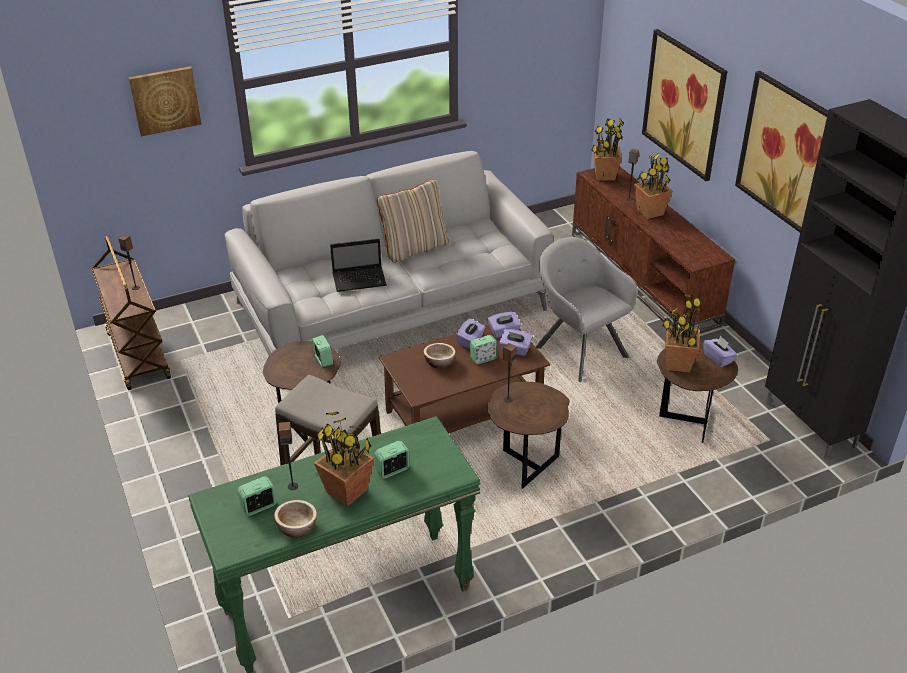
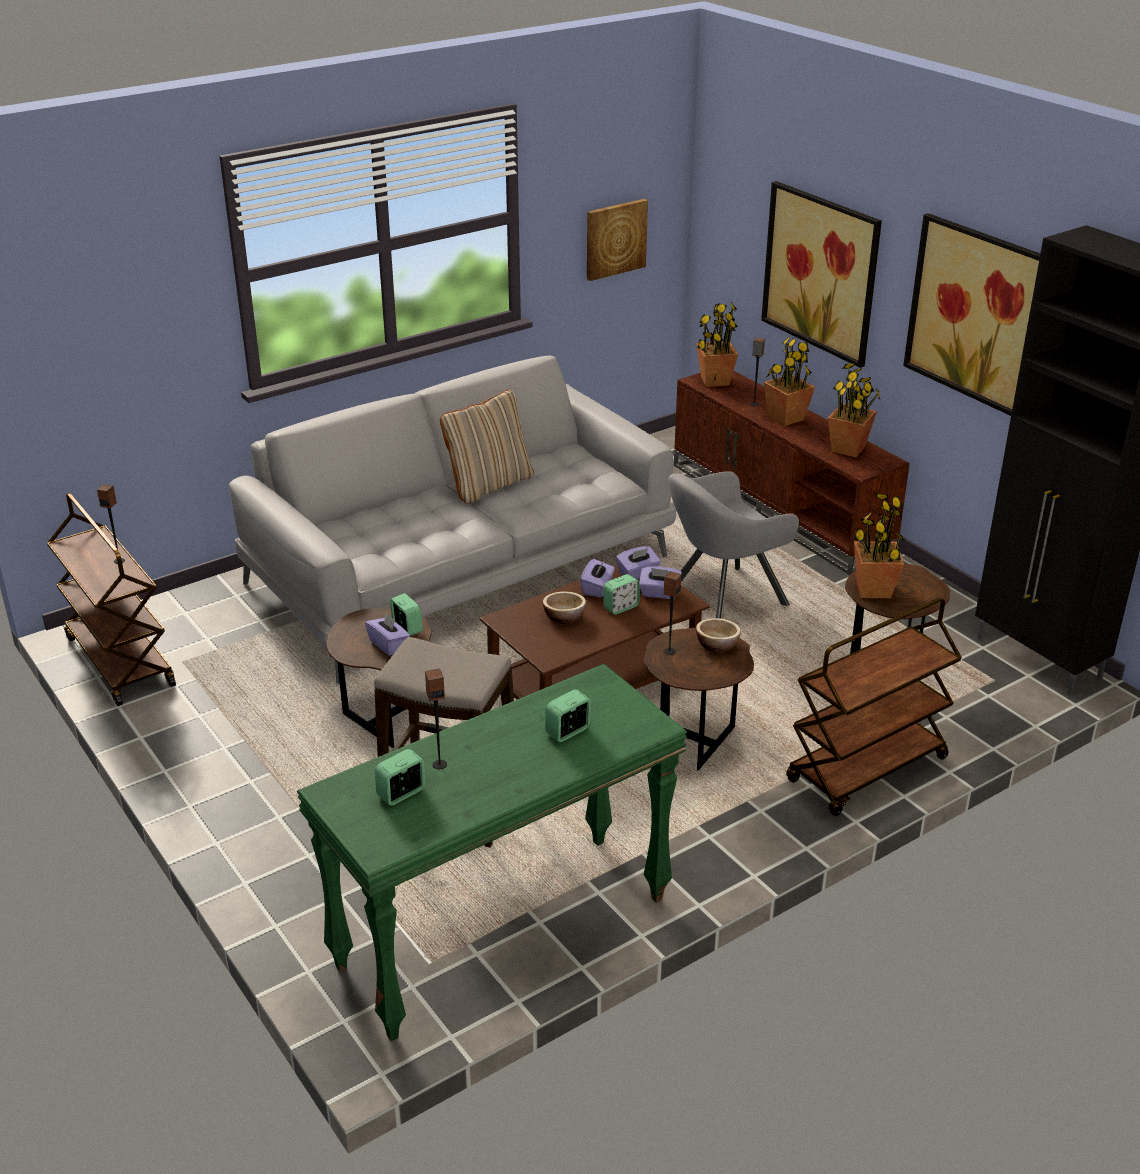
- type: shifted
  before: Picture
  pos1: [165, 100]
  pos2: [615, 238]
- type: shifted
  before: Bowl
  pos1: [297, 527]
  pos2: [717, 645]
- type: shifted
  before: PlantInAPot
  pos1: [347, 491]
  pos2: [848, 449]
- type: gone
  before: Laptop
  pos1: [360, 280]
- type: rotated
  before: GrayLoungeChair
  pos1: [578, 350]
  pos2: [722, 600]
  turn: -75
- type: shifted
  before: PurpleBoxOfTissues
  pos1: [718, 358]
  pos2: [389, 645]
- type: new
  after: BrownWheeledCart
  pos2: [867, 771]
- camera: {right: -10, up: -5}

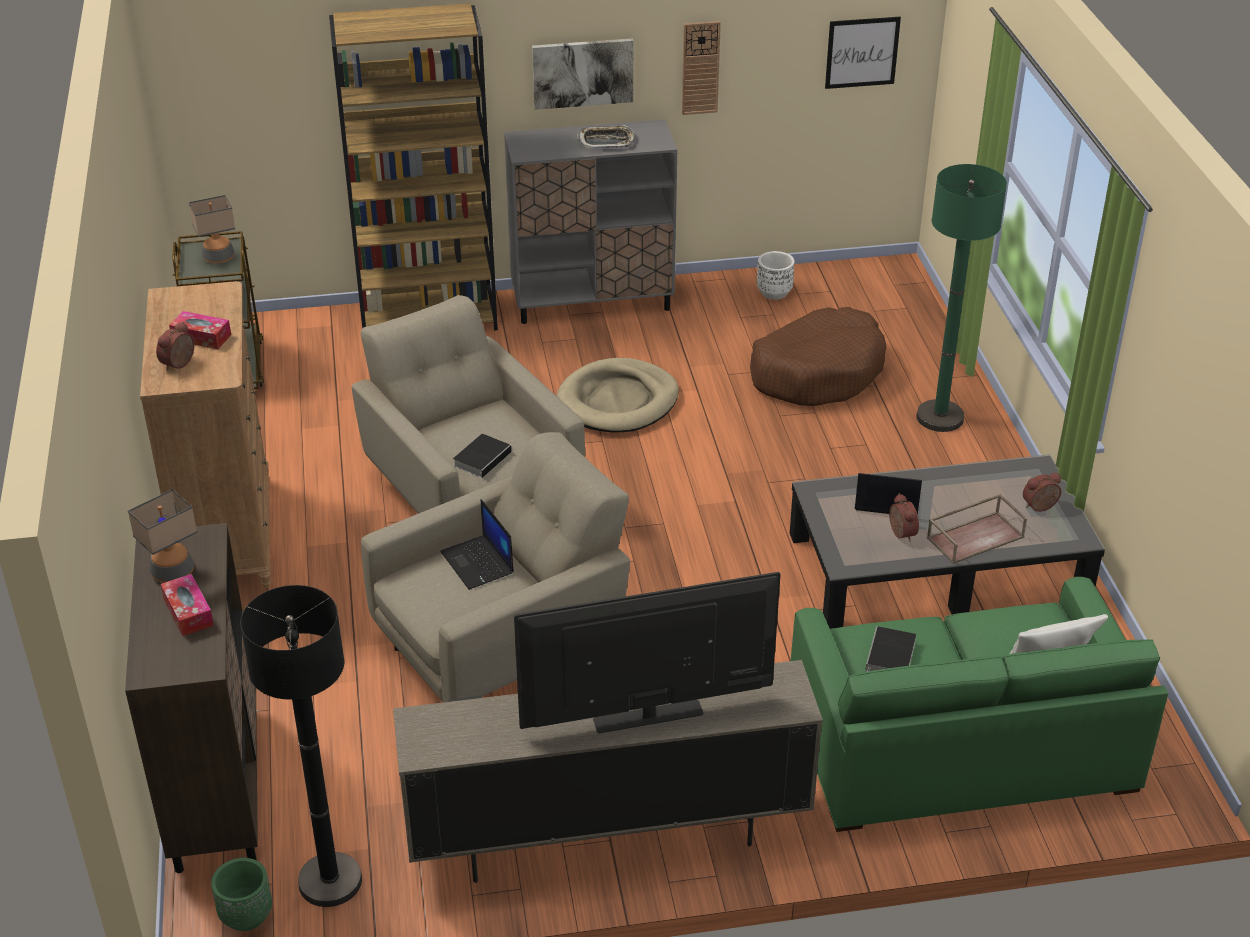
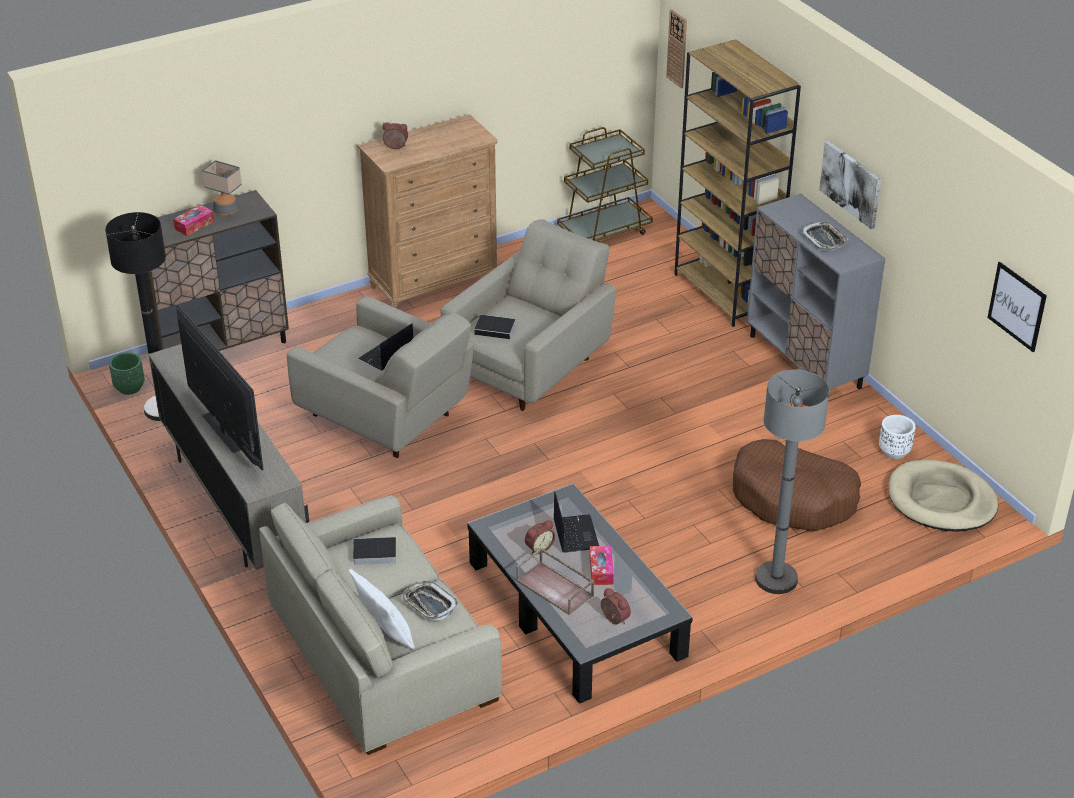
- type: shifted
  before: BoxOfTissues
  pos1: [201, 337]
  pos2: [601, 570]
- type: gone
  before: TableLamp
  pos1: [218, 257]
- type: shifted
  before: SandColouredPetBed
  pos1: [618, 401]
  pos2: [941, 500]
- type: shifted
  before: HangingClock
  pos1: [700, 68]
  pos2: [677, 48]
- type: repainted
  before: GreenishSettee
  after: SandColouredSettee
  pos1: [959, 744]
  pos2: [379, 650]
- type: repainted
  before: GreenishStandardLamp
  after: GrayStandardLamp
  pos1: [940, 417]
  pos2: [776, 579]
- type: new
  after: ServingTray
  pos2: [429, 604]
- camera: {right: 70, up: 0}

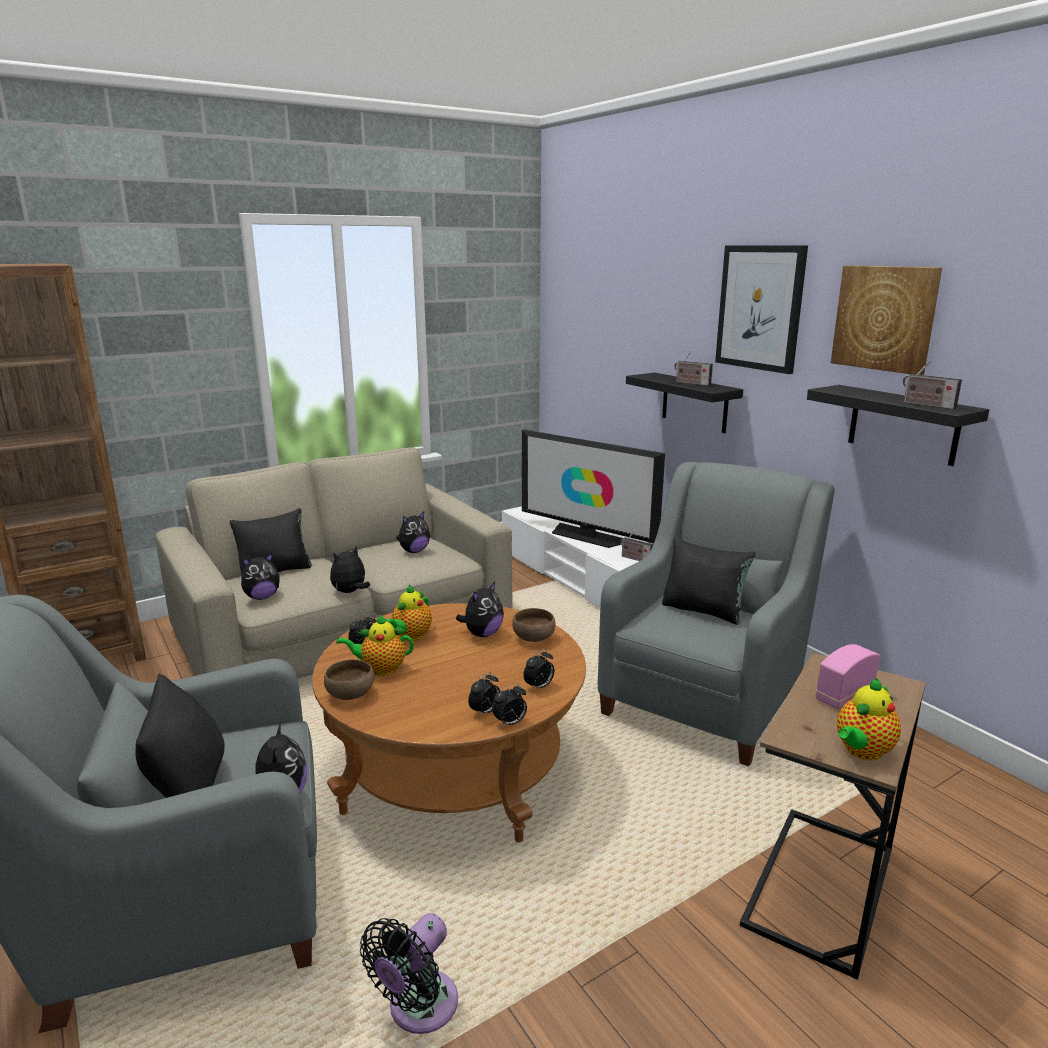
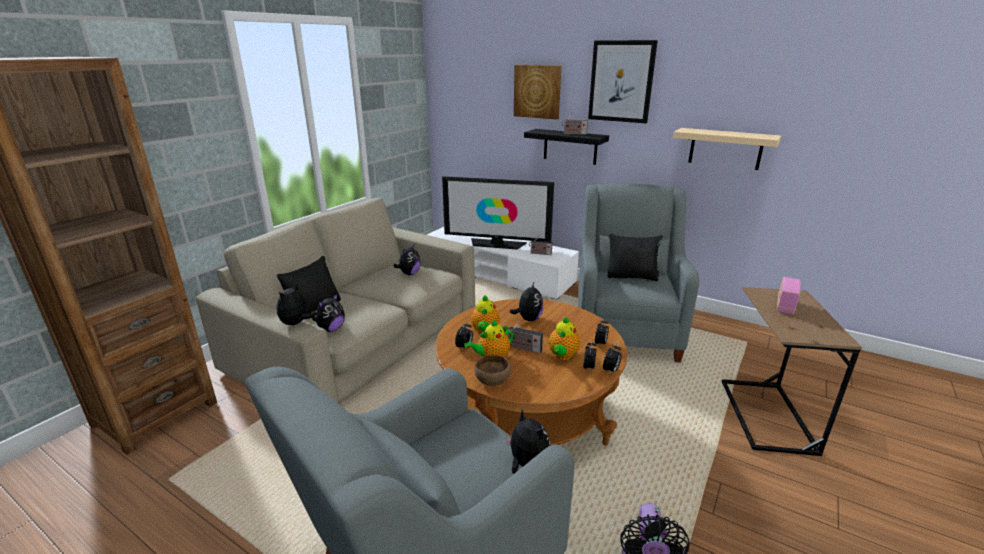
- type: gone
  before: BlackThrowPillow
  pos1: [189, 786]
- type: shifted
  before: SoftToy
  pos1: [350, 592]
  pos2: [296, 323]
- type: gone
  before: BrownBowl
  pos1: [534, 637]
- type: repainted
  before: BlackShelf
  after: SandColouredShelf
  pos1: [903, 424]
  pos2: [725, 148]
- type: shifted
  before: Picture
  pos1: [885, 318]
  pos2: [537, 91]
- type: shifted
  before: PotForTea
  pos1: [861, 751]
  pos2: [562, 355]
- type: shifted
  before: Radio
  pos1: [926, 405]
  pos2: [522, 348]
- camera: {right: -25, up: 5}

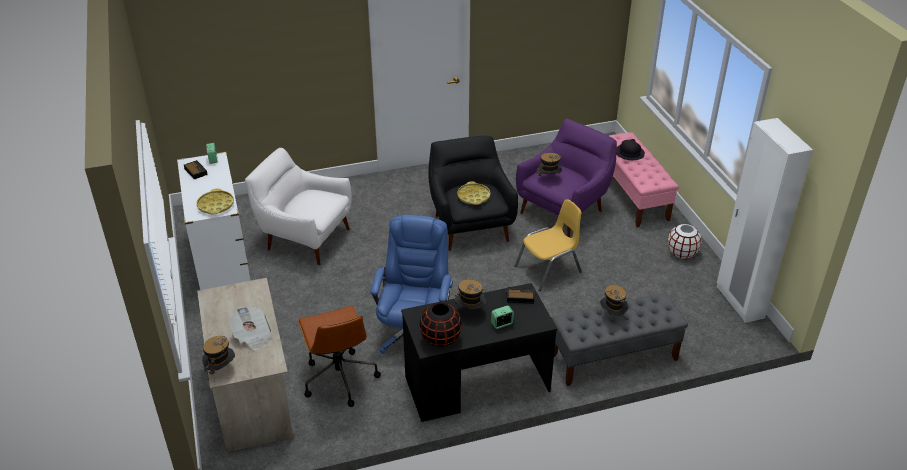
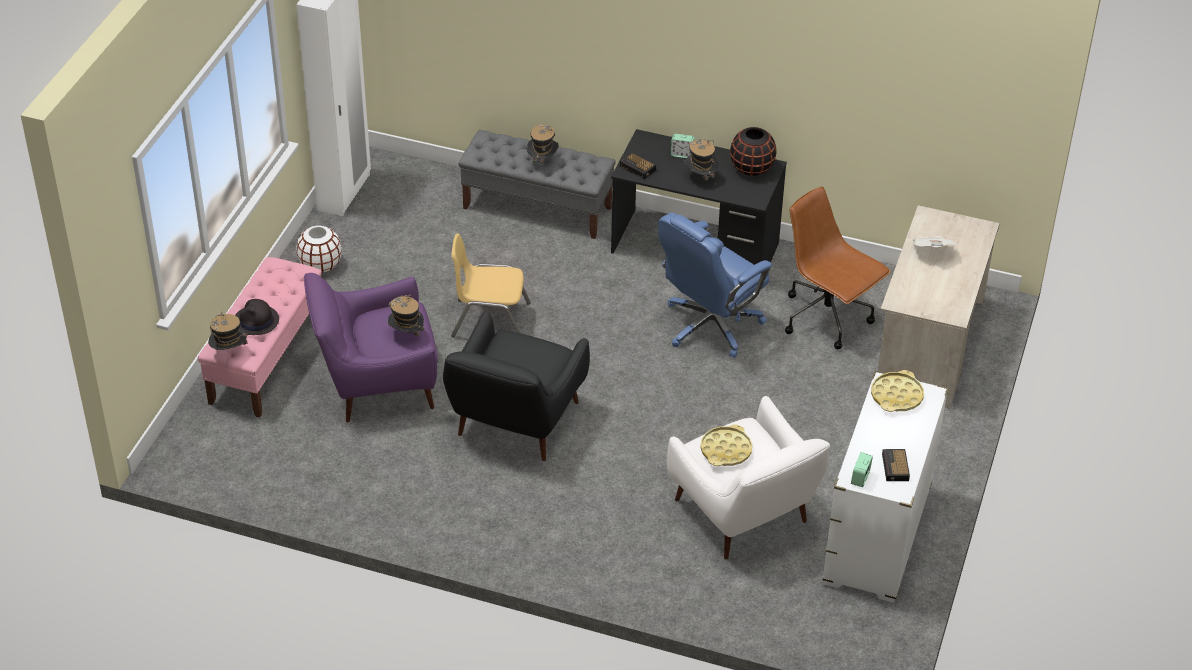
- type: shifted
  before: Hat
  pos1: [221, 370]
  pos2: [229, 353]
- type: rotated
  before: BrownOfficeChair
  pos1: [339, 378]
  pos2: [828, 318]
  turn: -60
- type: shifted
  before: YellowServingTray
  pos1: [473, 196]
  pos2: [726, 450]
- camera: {right: -145, up: 5}

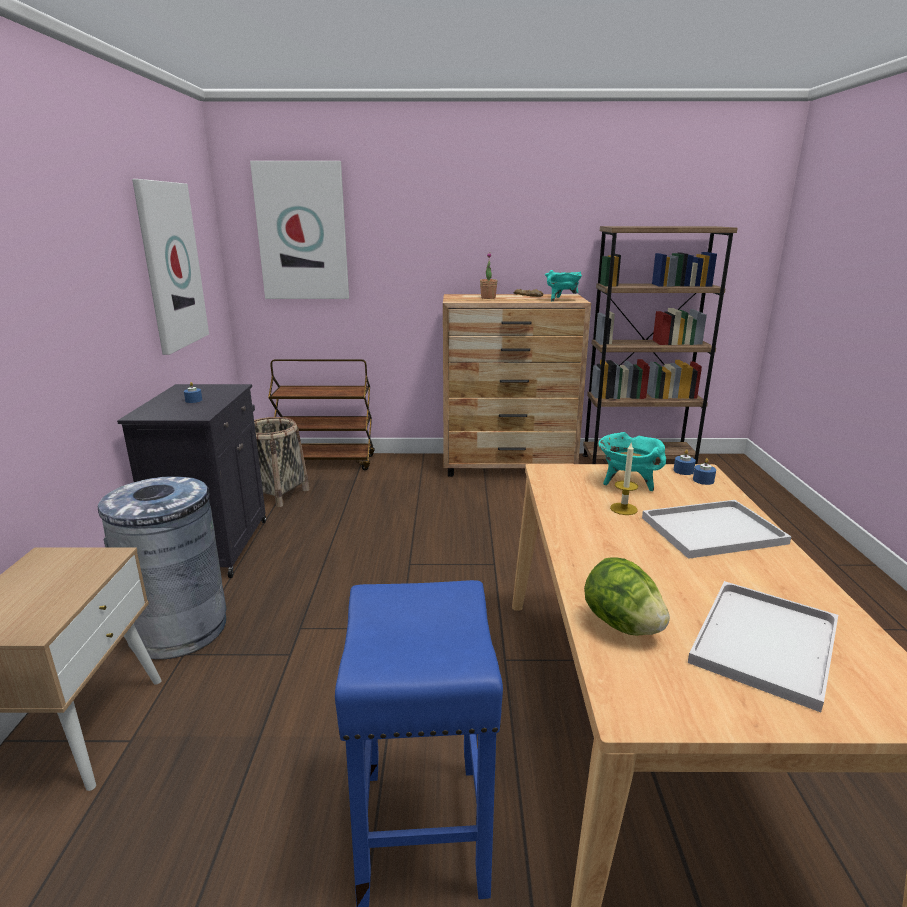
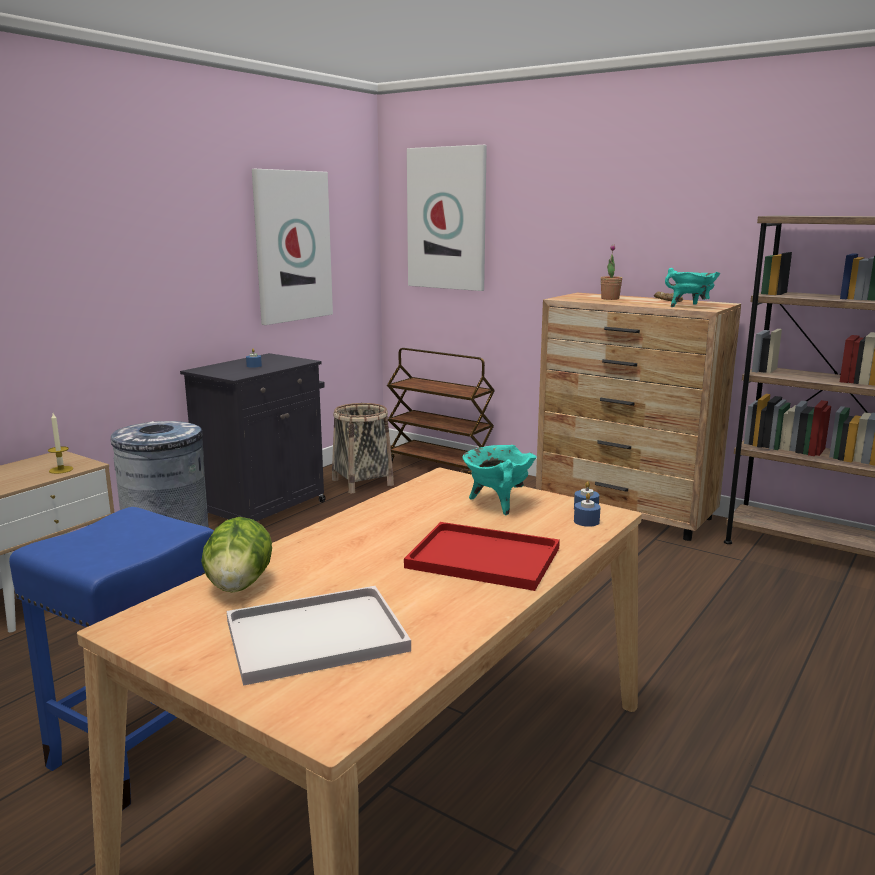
- type: shifted
  before: Candle
  pos1: [623, 509]
  pos2: [61, 470]
- type: repainted
  before: WhiteServingTray
  after: RedColouredServingTray
  pos1: [711, 531]
  pos2: [480, 558]
- camera: {right: 35, up: -5}

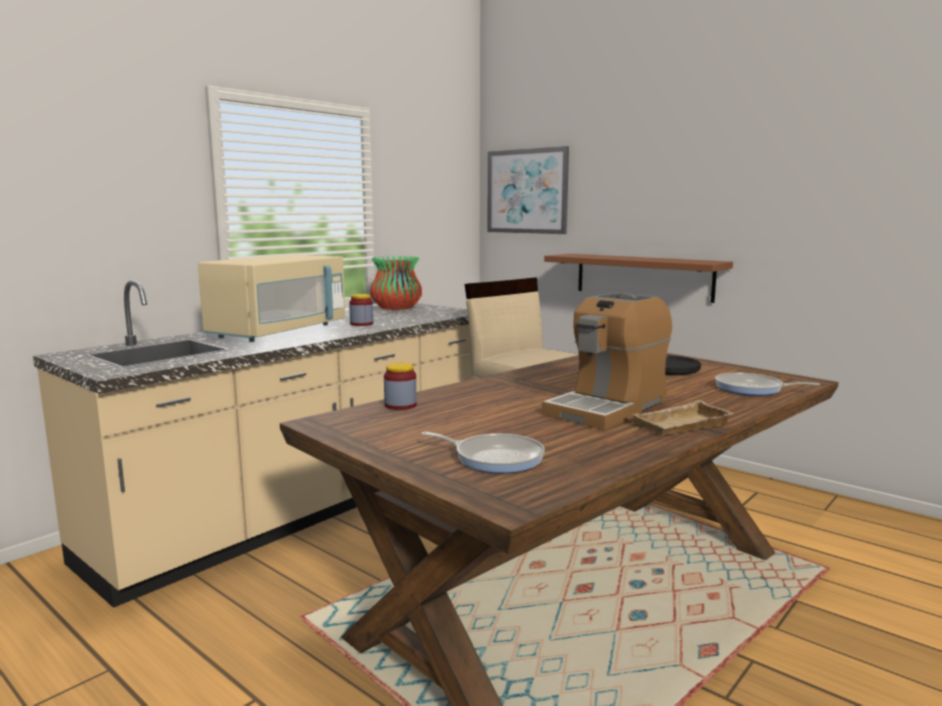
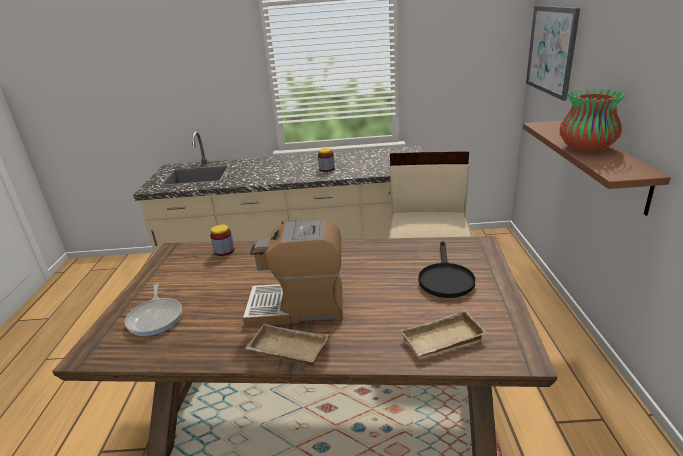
- type: gone
  before: SandColouredMicrowaveOven
  pos1: [279, 332]
- type: shifted
  before: Vase
  pos1: [396, 308]
  pos2: [586, 148]
- type: swapped
  before: Pan
  after: SandColouredServingTray
  pos1: [752, 389]
  pos2: [443, 341]
- camera: {right: 50, up: 15}

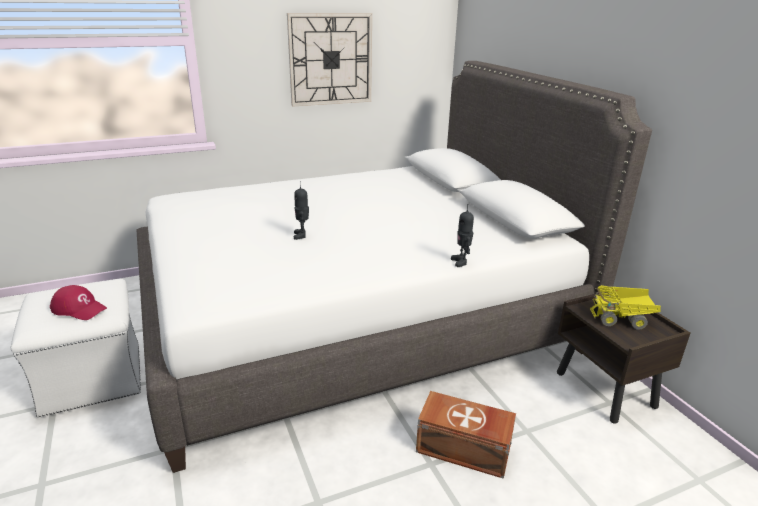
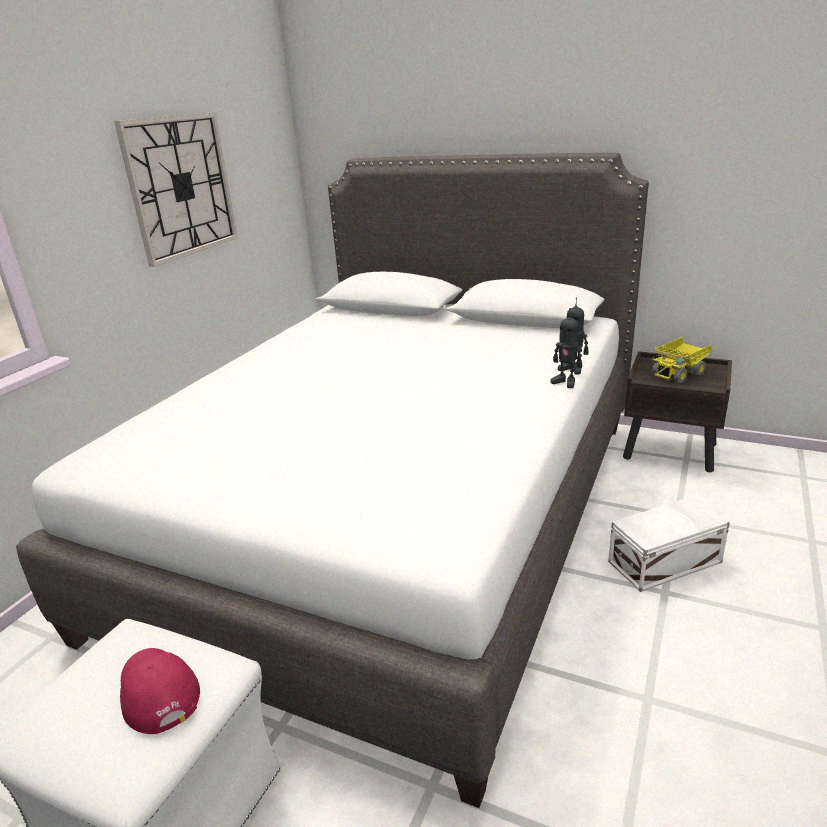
- type: rotated
  before: RedColouredBaseballCap
  pos1: [79, 308]
  pos2: [156, 691]
  turn: -105
- type: shifted
  before: ModelRobot
  pos1: [302, 235]
  pos2: [565, 382]
- type: repainted
  before: BrownStorageBin
  after: WhiteStorageBin
  pos1: [464, 450]
  pos2: [667, 562]
- camera: {right: -40, up: 0}

